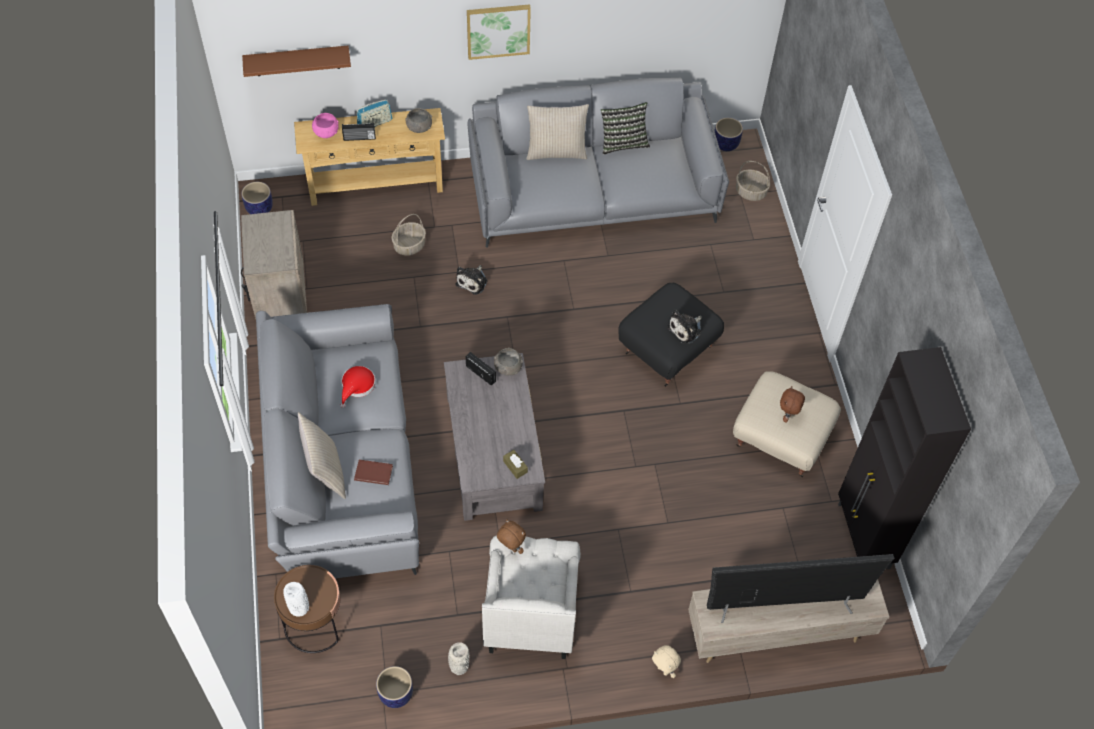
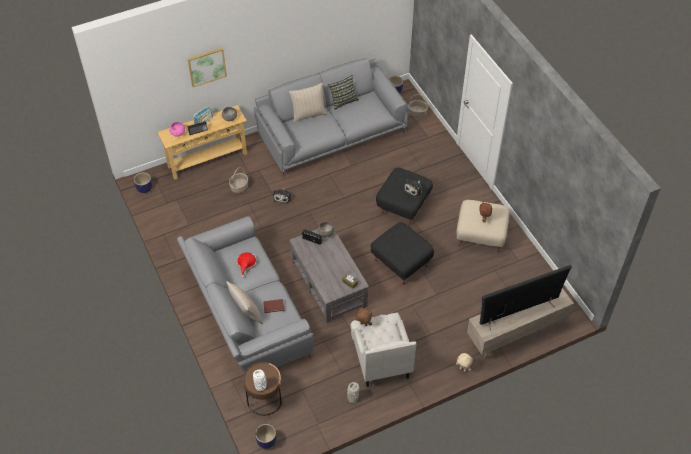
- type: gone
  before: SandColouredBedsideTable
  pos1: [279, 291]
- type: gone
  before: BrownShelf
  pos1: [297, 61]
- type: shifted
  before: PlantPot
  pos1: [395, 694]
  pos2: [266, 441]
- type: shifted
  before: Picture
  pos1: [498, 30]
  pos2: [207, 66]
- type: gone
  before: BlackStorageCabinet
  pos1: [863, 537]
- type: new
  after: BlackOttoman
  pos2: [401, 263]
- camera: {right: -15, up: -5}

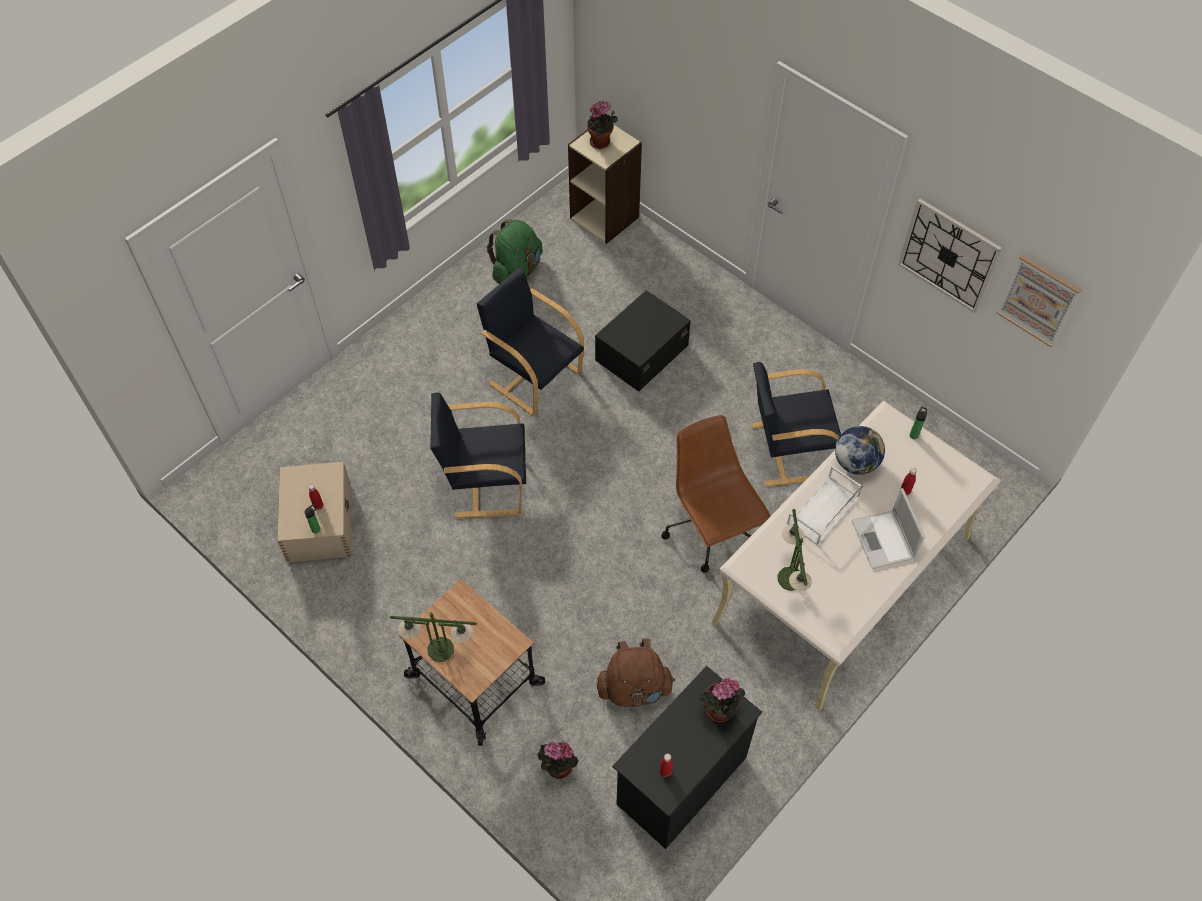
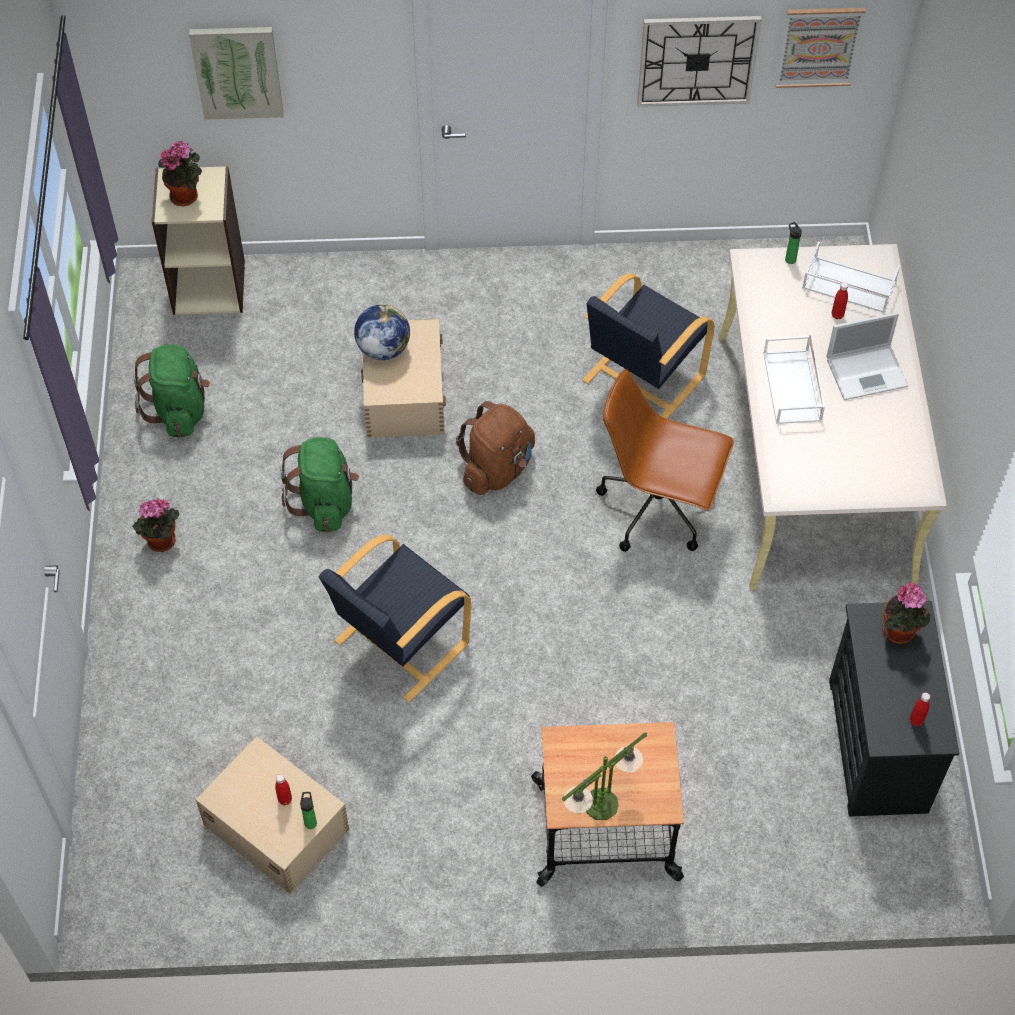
- type: swapped
  before: BlackLoungeChair
  after: GreenishKnapsack
  pos1: [534, 376]
  pos2: [325, 502]
- type: shifted
  before: PlantInAPot
  pos1: [557, 768]
  pos2: [161, 543]
- type: repainted
  before: BlackStorageBin
  after: SandColouredStorageBin
  pos1: [640, 353]
  pos2: [403, 395]
- type: shifted
  before: BrownKnapsack
  pos1: [634, 688]
  pos2: [497, 468]
- type: gone
  before: TableLamp
  pos1: [790, 579]
- type: shifted
  before: Globe
  pos1: [855, 462]
  pos2: [383, 348]
- type: rotated
  before: Laptop
  pos1: [883, 541]
  pos2: [868, 372]
  turn: -45
- type: new
  after: Picture
  pos2: [237, 71]
- type: new
  after: WhiteServingTray
  pos2: [848, 285]
- camera: {right: -45, up: 0}

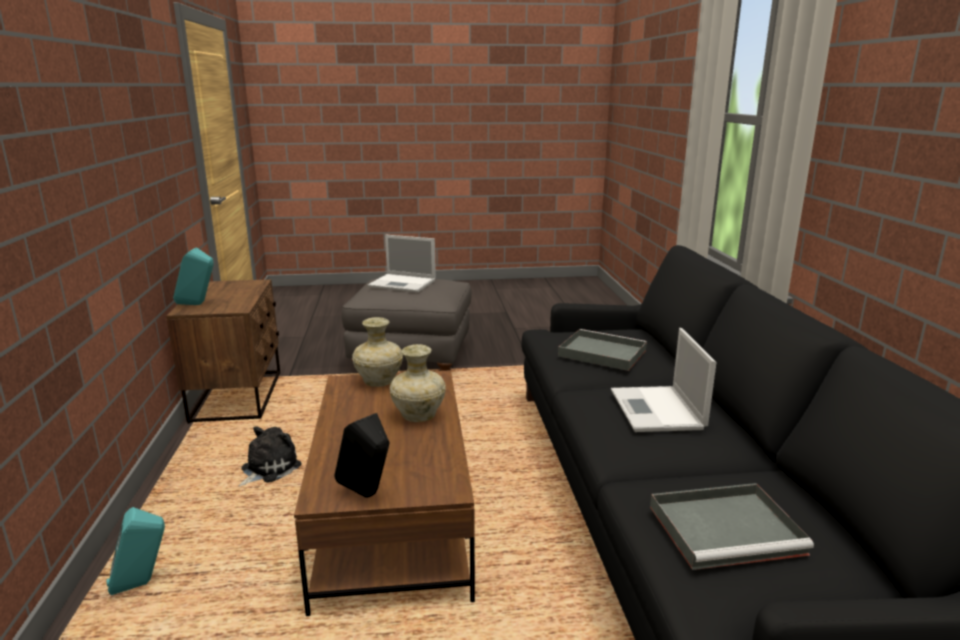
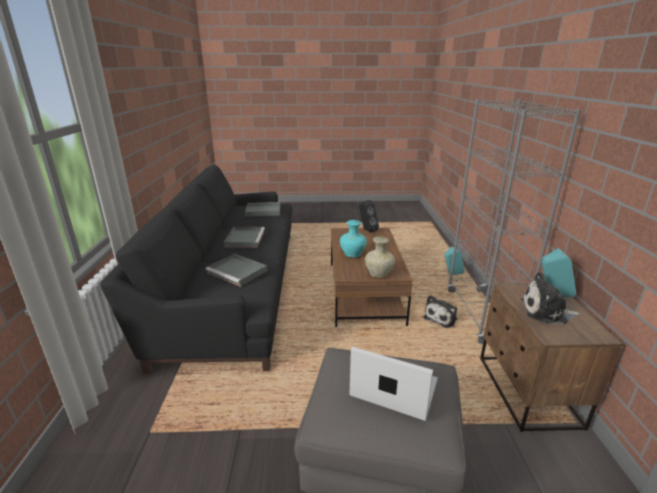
- type: repainted
  before: SandColouredVase
  after: TurquoiseVase
  pos1: [418, 415]
  pos2: [353, 255]
- type: swapped
  before: Laptop
  after: GrayServingTray
  pos1: [657, 410]
  pos2: [244, 238]
- type: new
  after: GrayBookshelf
  pos2: [481, 315]
- type: new
  after: SoftToy
  pos2: [546, 312]
- camera: {right: -175, up: 5}

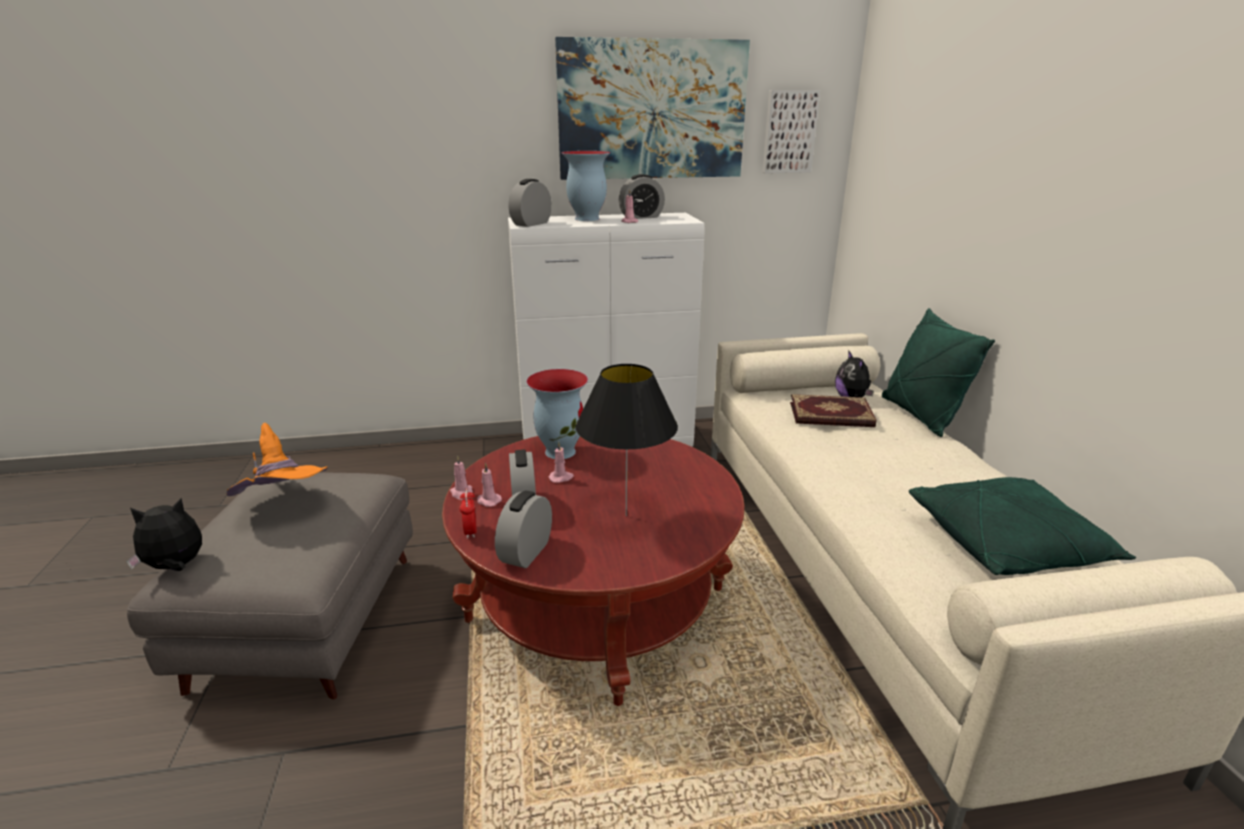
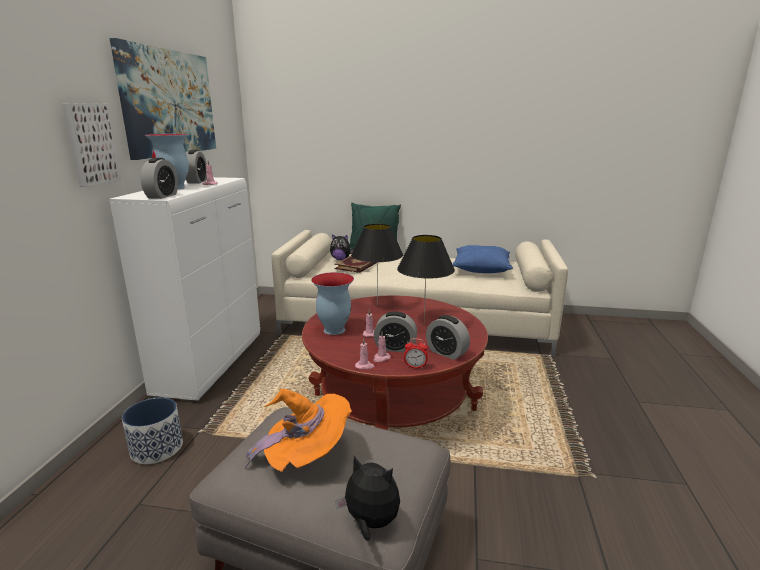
- type: rotated
  before: SoftToy
  pos1: [175, 567]
  pos2: [370, 523]
  turn: 120
- type: rotated
  before: BedsideClock
  pos1: [531, 224]
  pos2: [162, 196]
  turn: -135
- type: shifted
  before: Picture
  pos1: [788, 132]
  pos2: [90, 144]
- type: repainted
  before: GreenishThrowPillow
  after: BluishThrowPillow
  pos1: [1007, 545]
  pos2: [481, 268]
- type: new
  after: PlantPot
  pos2: [157, 448]
- type: new
  after: BlackTableLamp
  pos2: [377, 305]
- camera: {right: -70, up: -5}

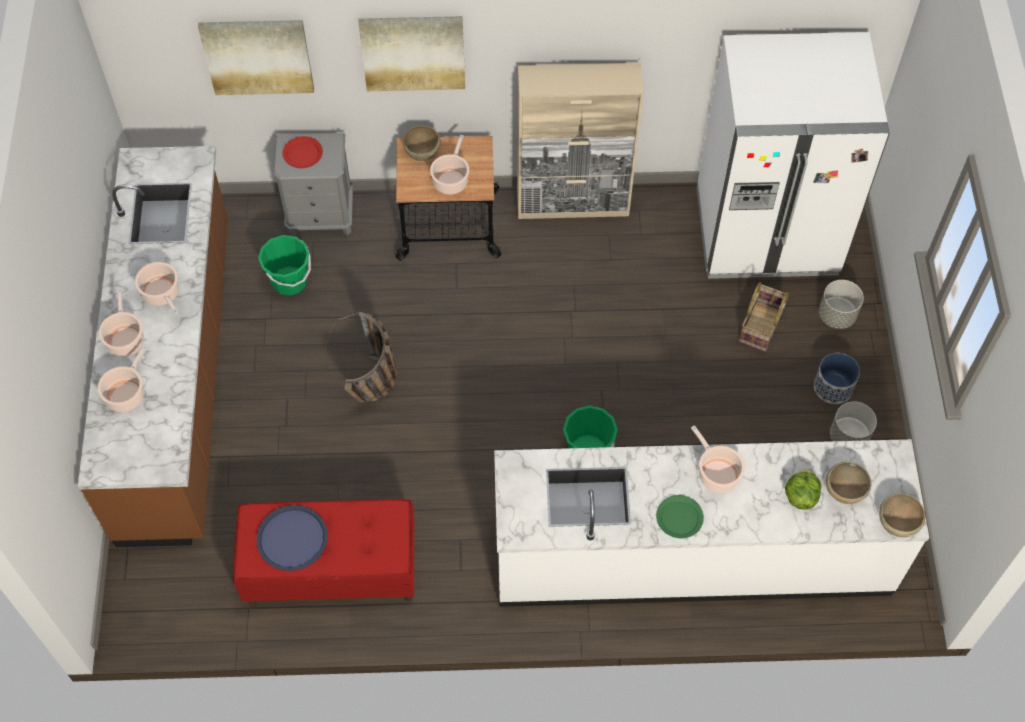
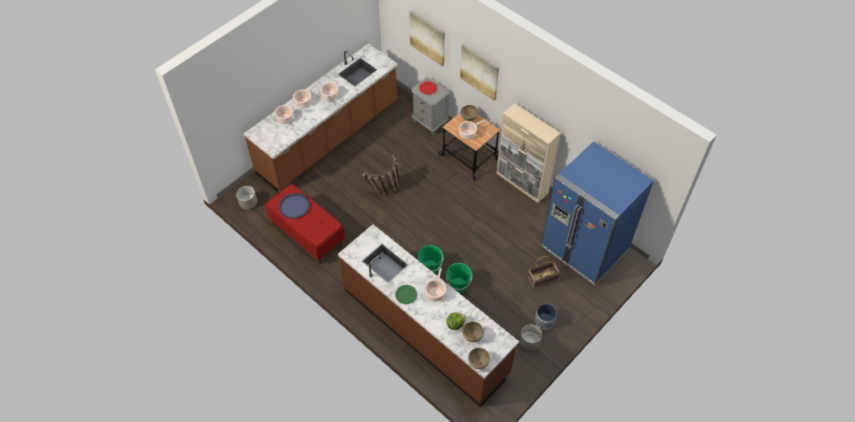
- type: shifted
  before: GreenishWaterBucket
  pos1: [289, 281]
  pos2: [458, 285]
- type: repainted
  before: WhiteKitchenBaseUnit
  after: BrownKitchenBaseUnit
  pos1: [691, 555]
  pos2: [425, 330]
- type: repainted
  before: WhiteKitchenFridge
  after: BluishKitchenFridge
  pos1: [766, 233]
  pos2: [584, 249]
- type: shifted
  before: GrayPlantPot
  pos1: [836, 315]
  pos2: [248, 203]
- camera: {right: 45, up: -5}

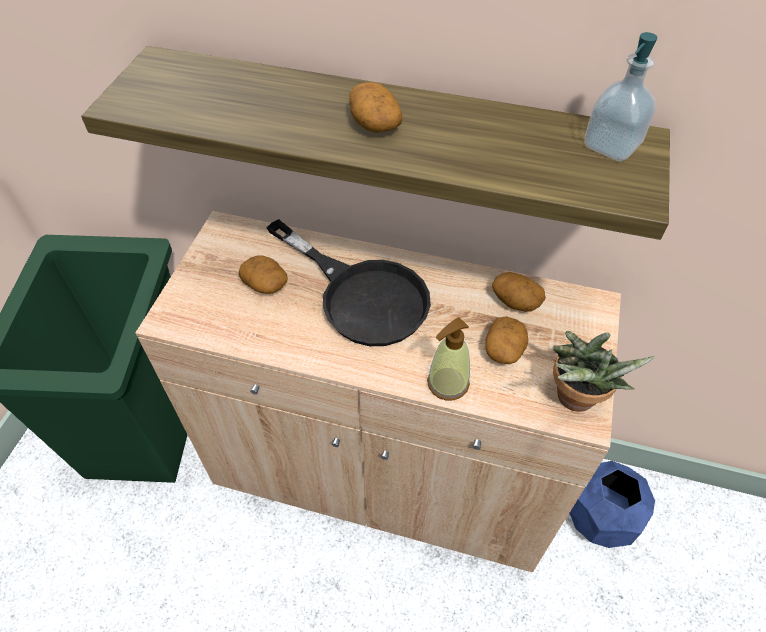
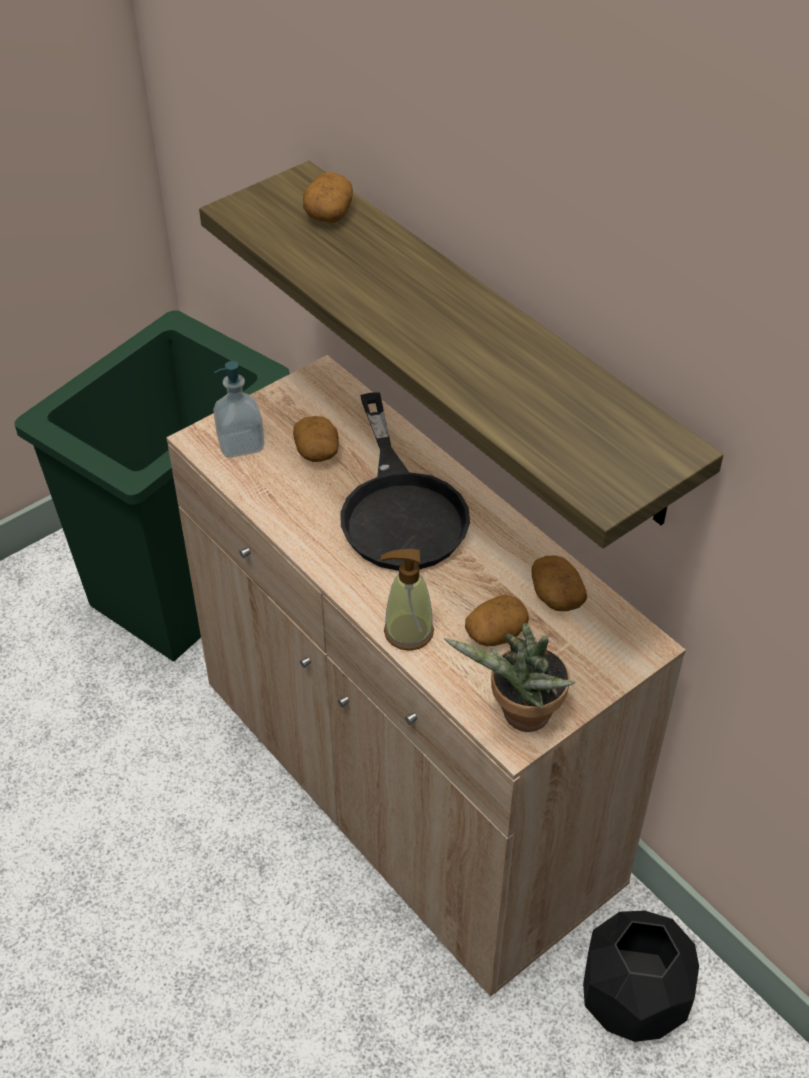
- type: shifted
  before: Potato
  pos1: [374, 123]
  pos2: [328, 212]
- type: repainted
  before: BluishPlantPot
  after: BlackPlantPot
  pos1: [599, 517]
  pos2: [631, 998]
- type: shifted
  before: SoapDispenser
  pos1: [611, 145]
  pos2: [241, 444]
- camera: {right: 35, up: -5}

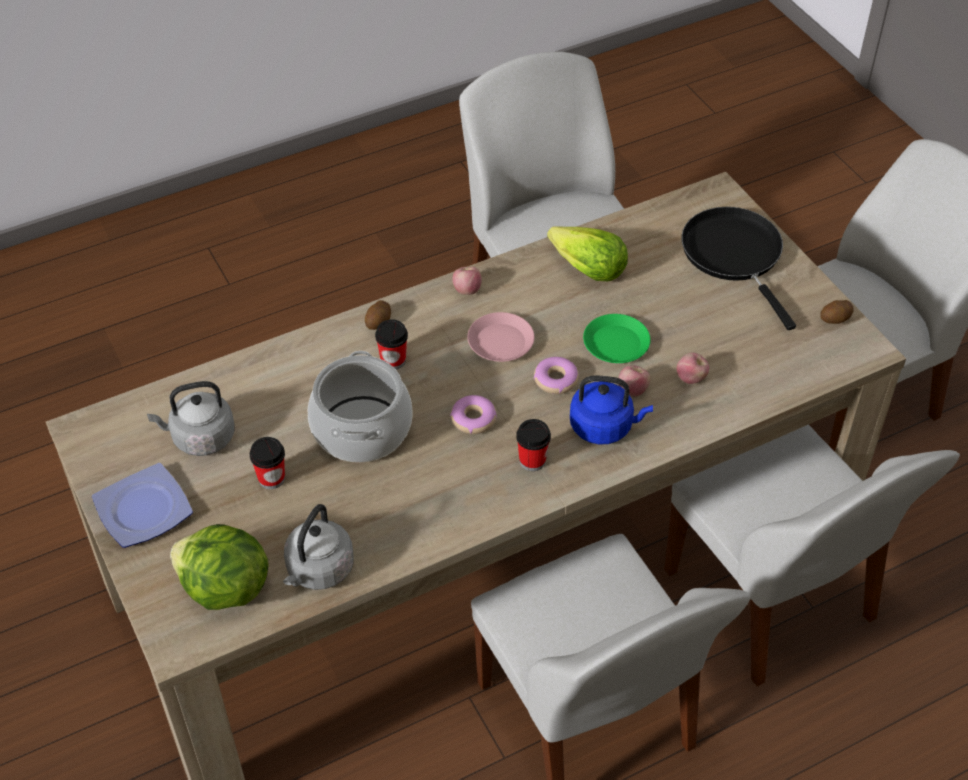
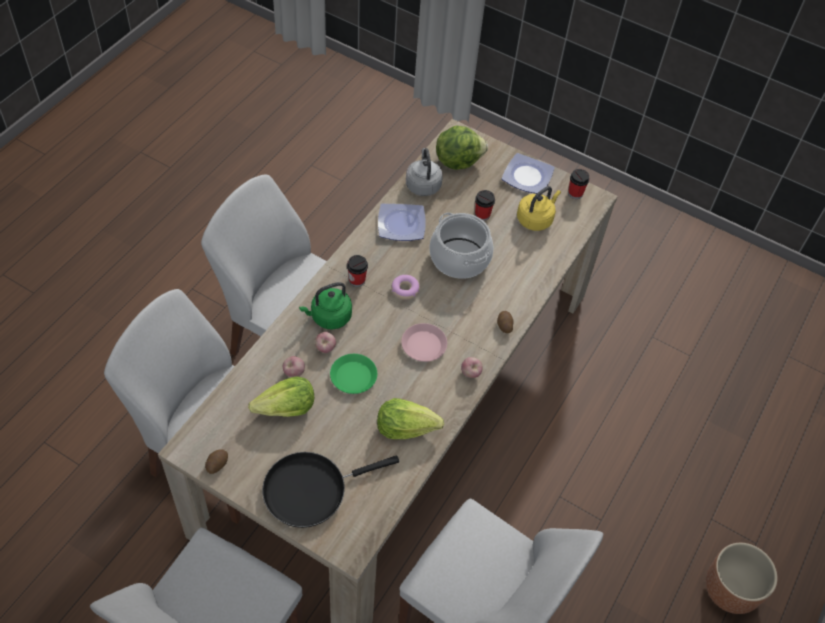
- type: repainted
  before: GrayWaterKettle
  after: YellowWaterKettle
  pos1: [200, 438]
  pos2: [536, 219]
- type: shifted
  before: DrinkingCup
  pos1: [393, 360]
  pos2: [575, 193]
- type: gone
  before: Donut
  pos1: [556, 380]
- type: repainted
  before: BluishWaterKettle
  after: GreenishWaterKettle
  pos1: [604, 427]
  pos2: [329, 317]
- type: rotated
  before: BlackPan
  pos1: [735, 255]
  pos2: [310, 490]
  turn: 120
- type: new
  after: LettuceHead
  pos2: [286, 409]
- type: new
  after: Plate
  pos2: [400, 225]
- type: new
  after: BrownPlantPot
  pos2: [729, 591]
- camera: {right: 145, up: 5}

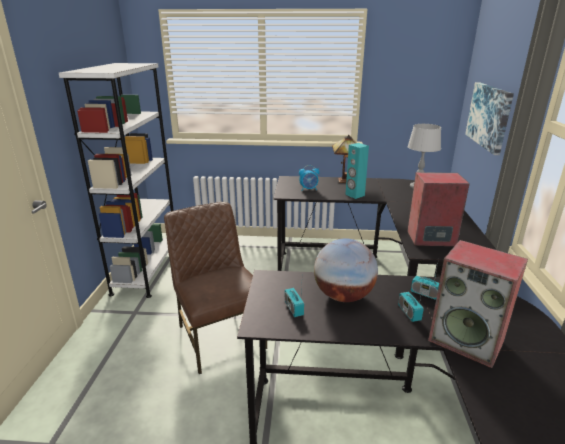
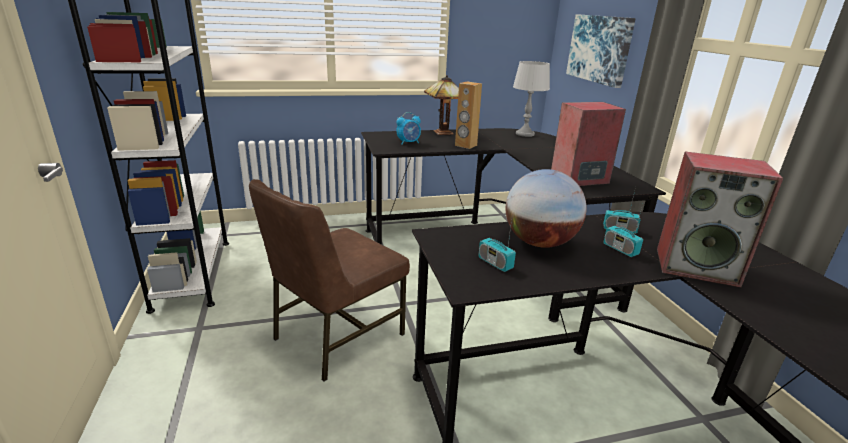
- type: rotated
  before: BrownChair
  pos1: [220, 336]
  pos2: [336, 336]
  turn: -90
- type: repainted
  before: TurquoiseSpeaker
  after: BrownSpeaker
  pos1: [354, 195]
  pos2: [465, 145]
- camera: {right: -20, up: 0}

